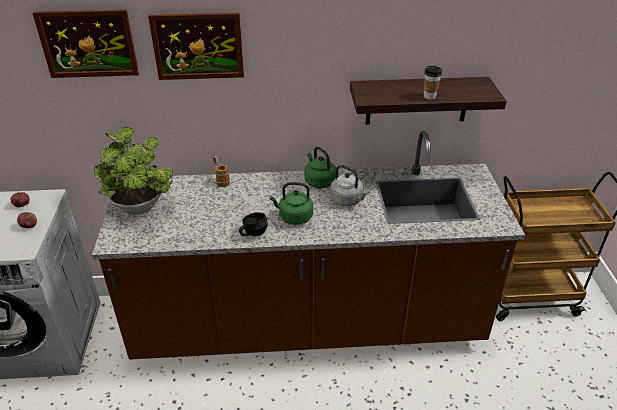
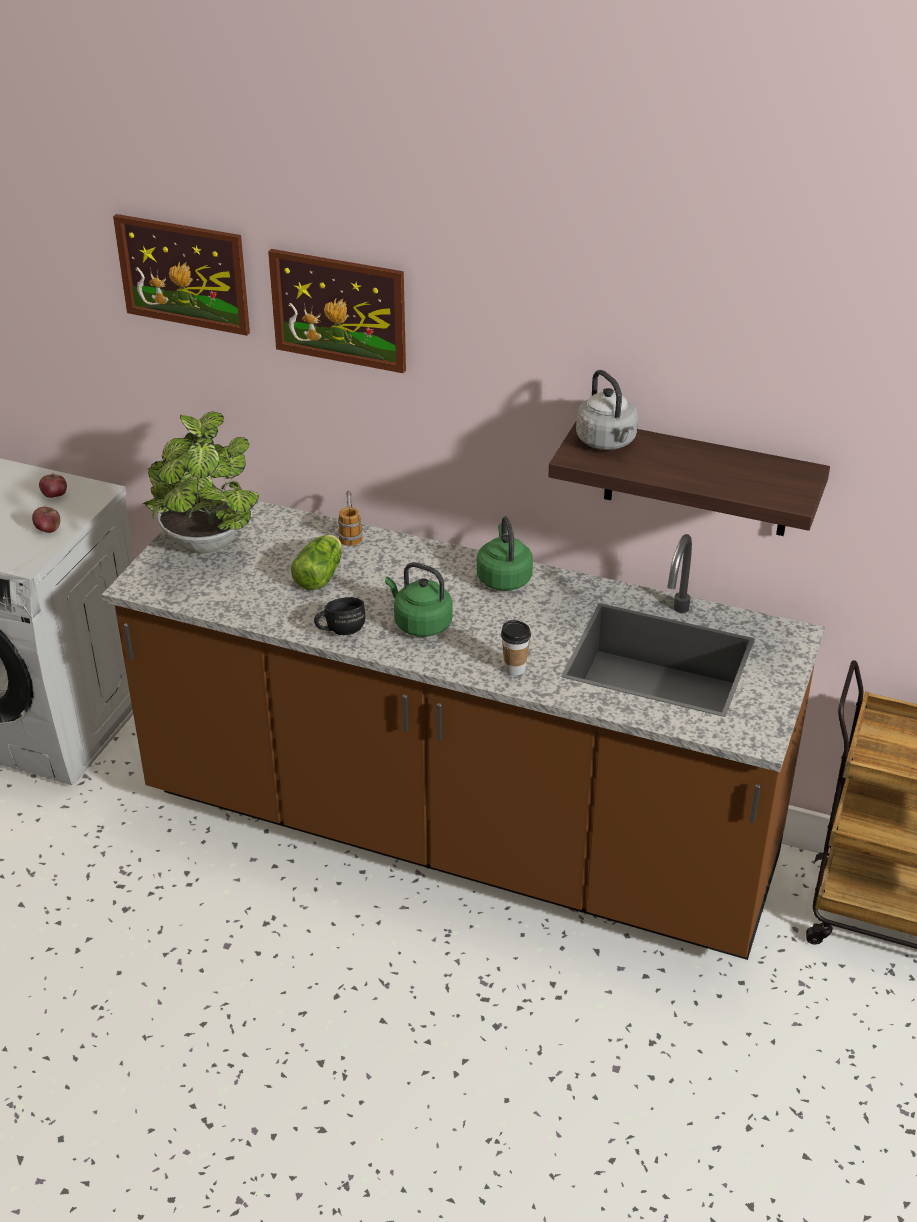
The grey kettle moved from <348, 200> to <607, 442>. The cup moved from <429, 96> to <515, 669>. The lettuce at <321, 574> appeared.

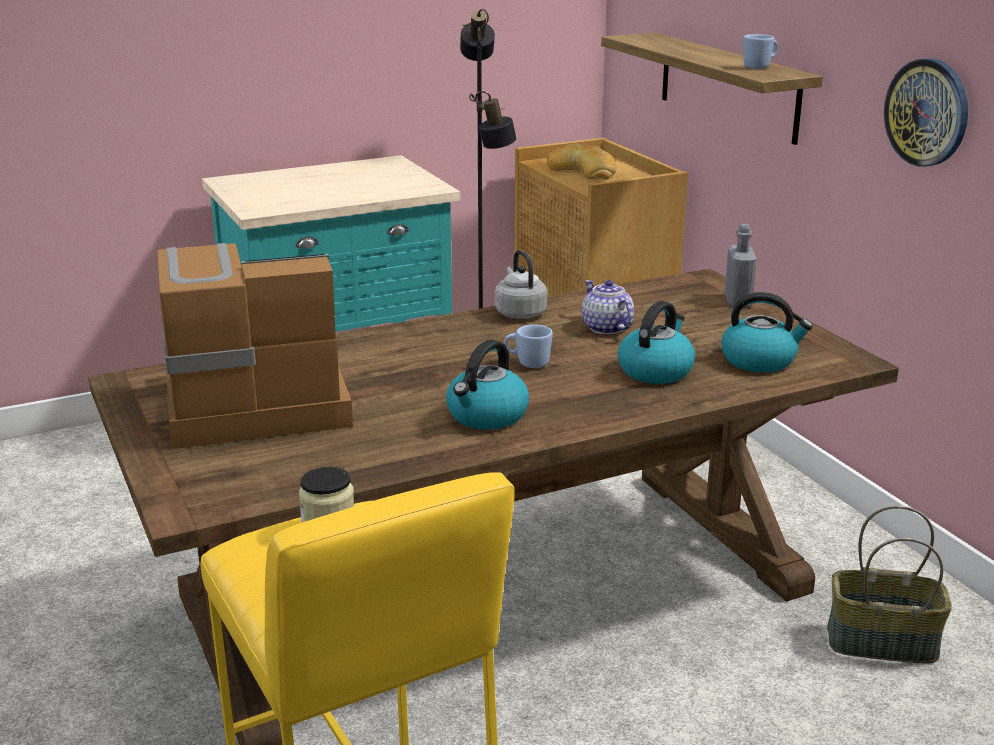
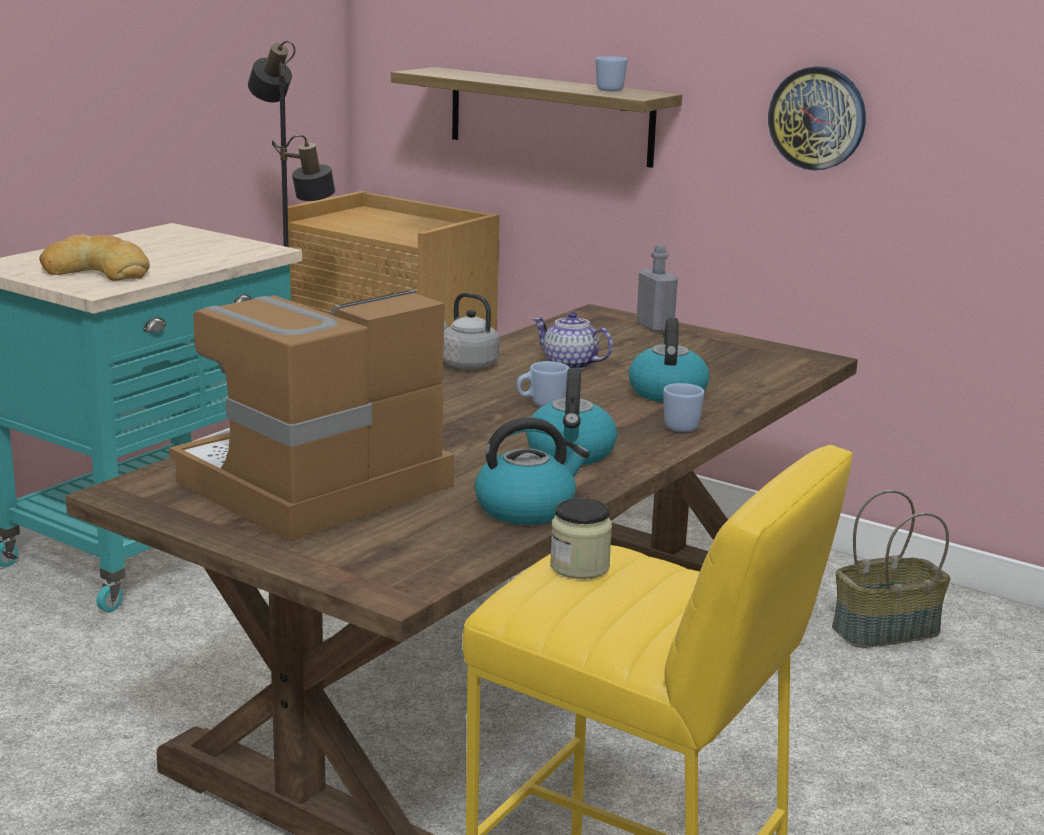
The bread moved from <583, 170> to <98, 271>. The kettle moved from <759, 360> to <526, 509>. The blue mug at <681, 425> appeared.

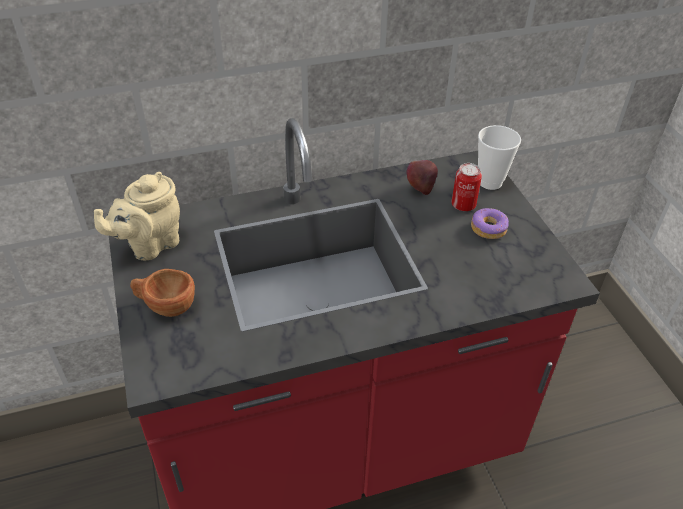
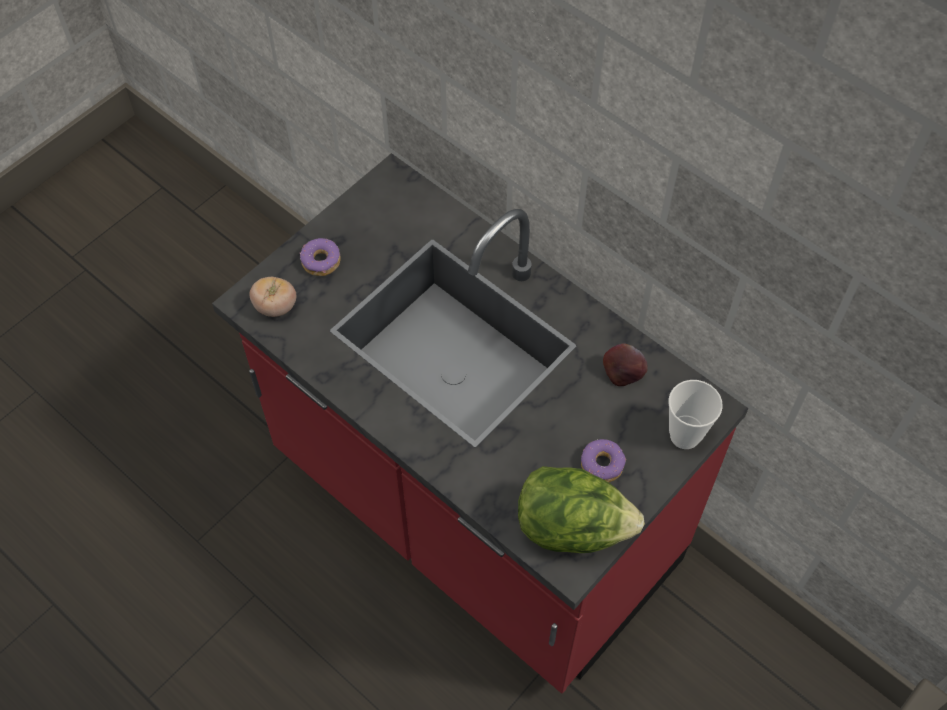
The beige teapot at <150, 245> disappeared. The brown cup at <165, 306> was replaced by the donut at <321, 262>. The can at <463, 205> disappeared. The tomato at <275, 307> appeared. The lettuce at <572, 527> appeared.

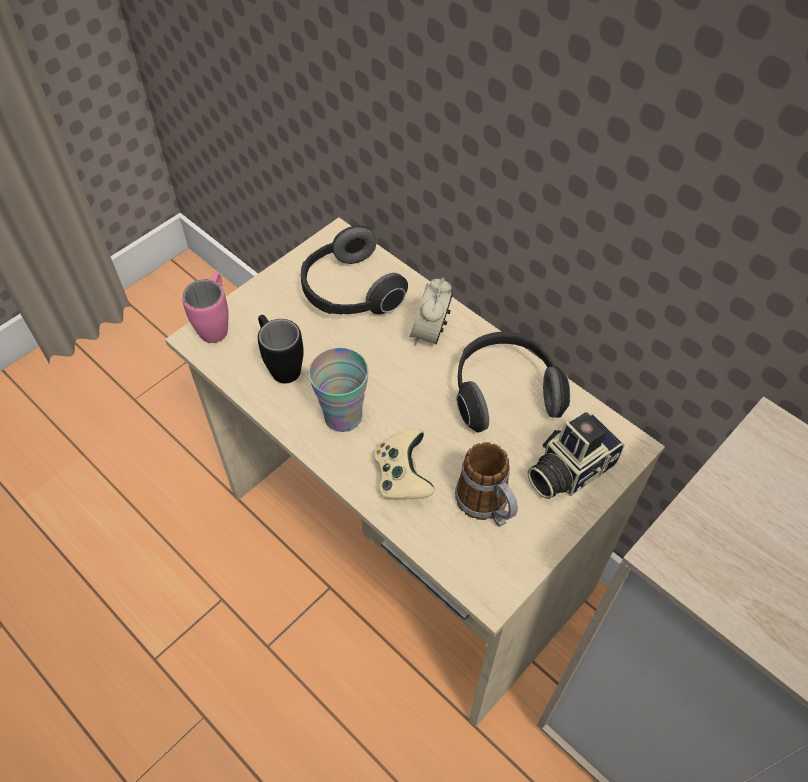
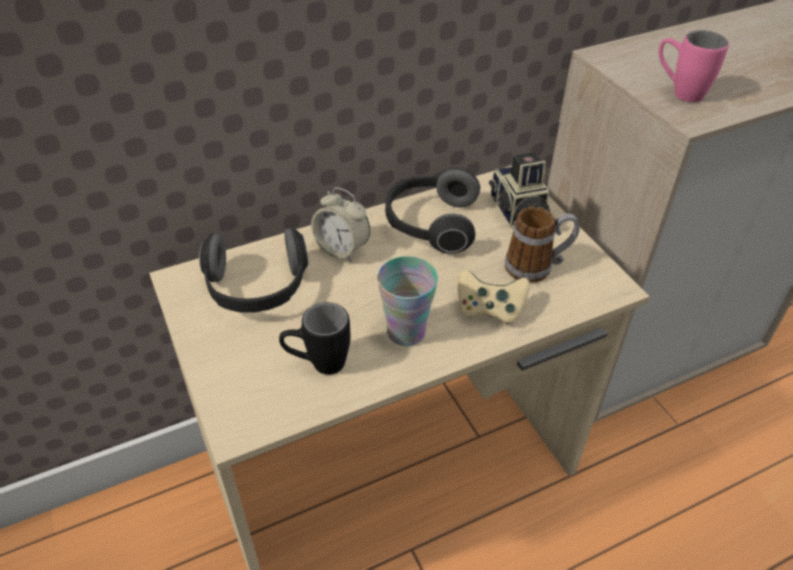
The pink mug moved from <216, 324> to <678, 92>.

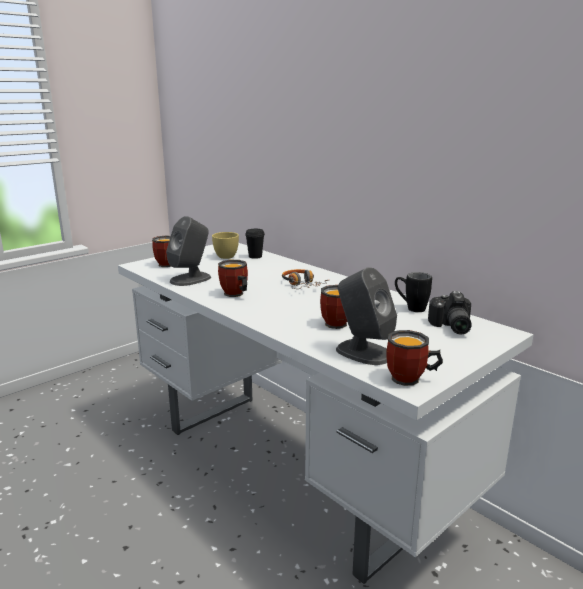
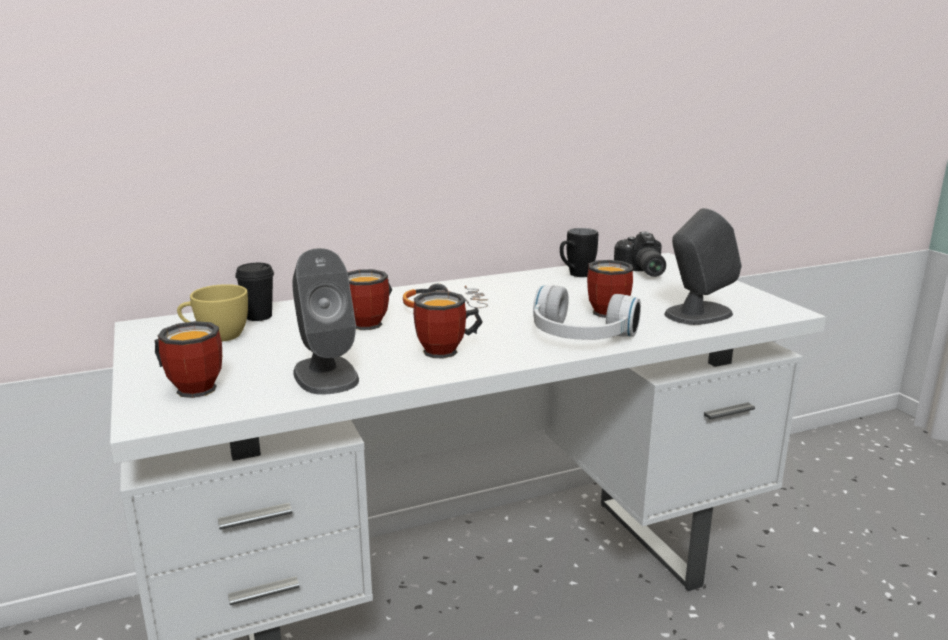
The mug moved from <411, 380> to <372, 323>. The photo camera at <450, 327> turned 60 degrees clockwise. The white headphones at <579, 337> appeared.

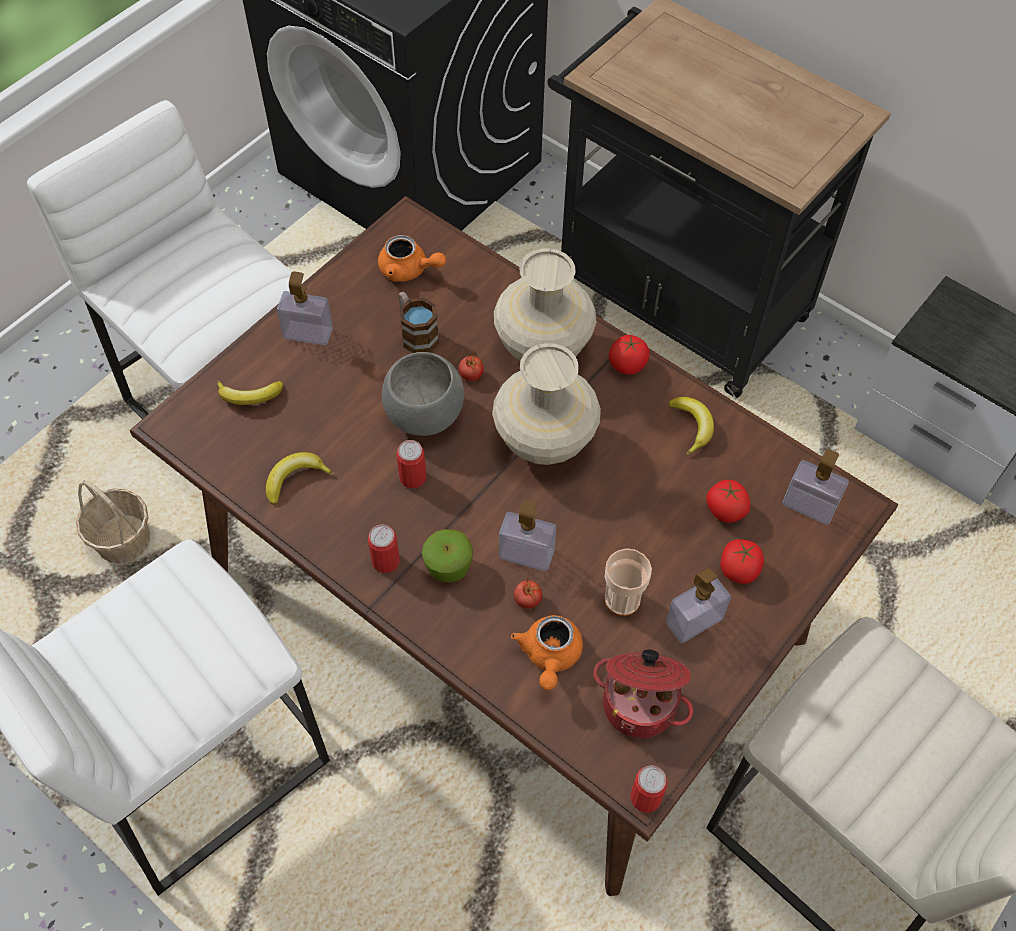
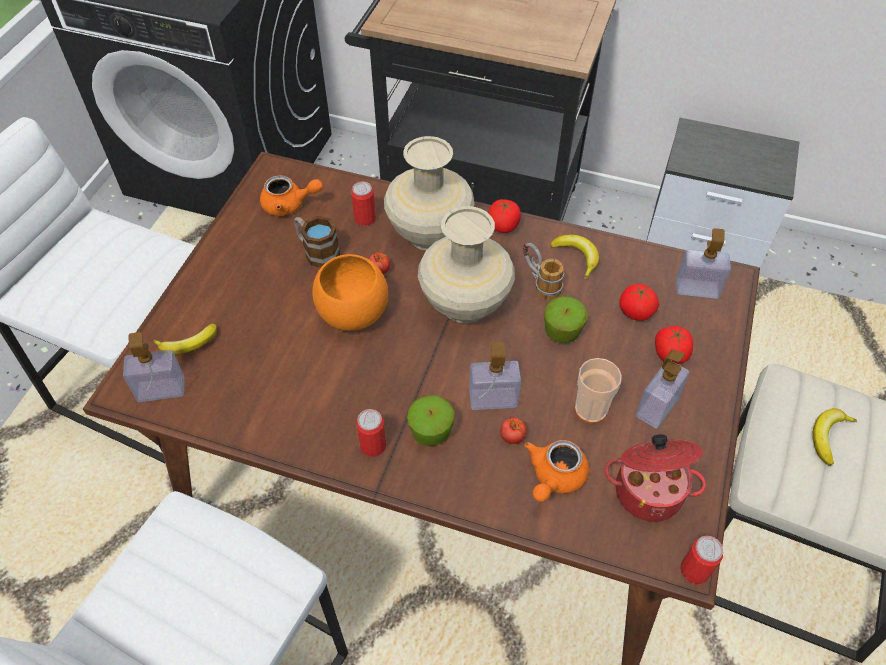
The basket at <123, 539> disappeared. The banana moved from <295, 479> to <827, 436>. The soap dispenser moved from <308, 333> to <161, 389>. The grey bowl at <423, 415> became the orange bowl at <352, 314>. The can moved from <413, 477> to <365, 218>. The orange teapot at <550, 656> turned 45 degrees clockwise. The mug at <539, 283> appeared. The apple at <562, 332> appeared.

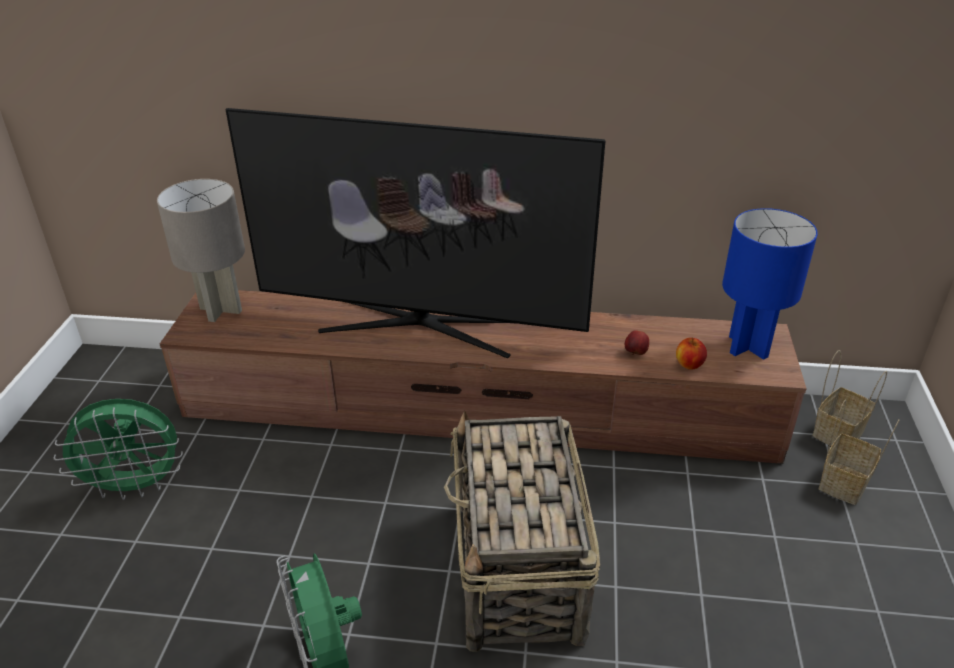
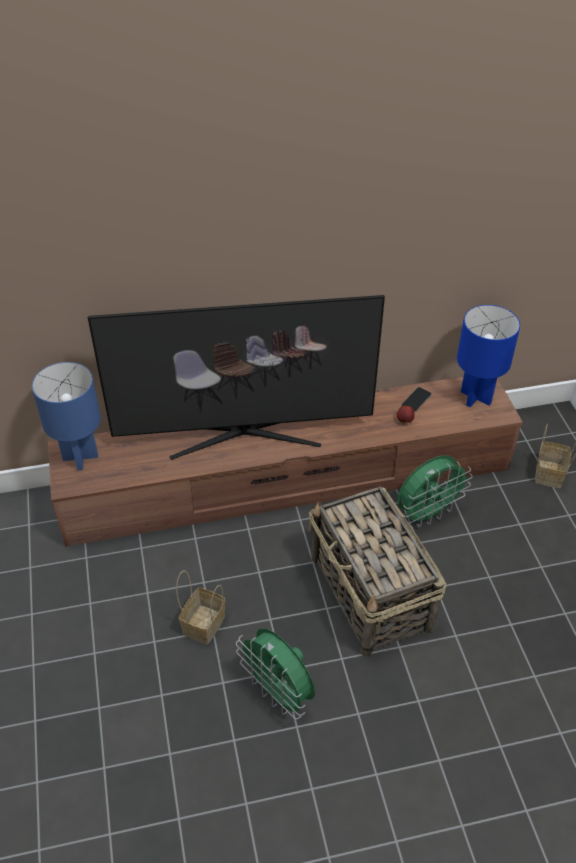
The green fan moved from <136, 486> to <427, 514>. The grey table lamp at <220, 309> became the blue table lamp at <80, 457>. The apple at <689, 365> disappeared. The basket moved from <838, 431> to <203, 623>. The phone at <416, 400> appeared.

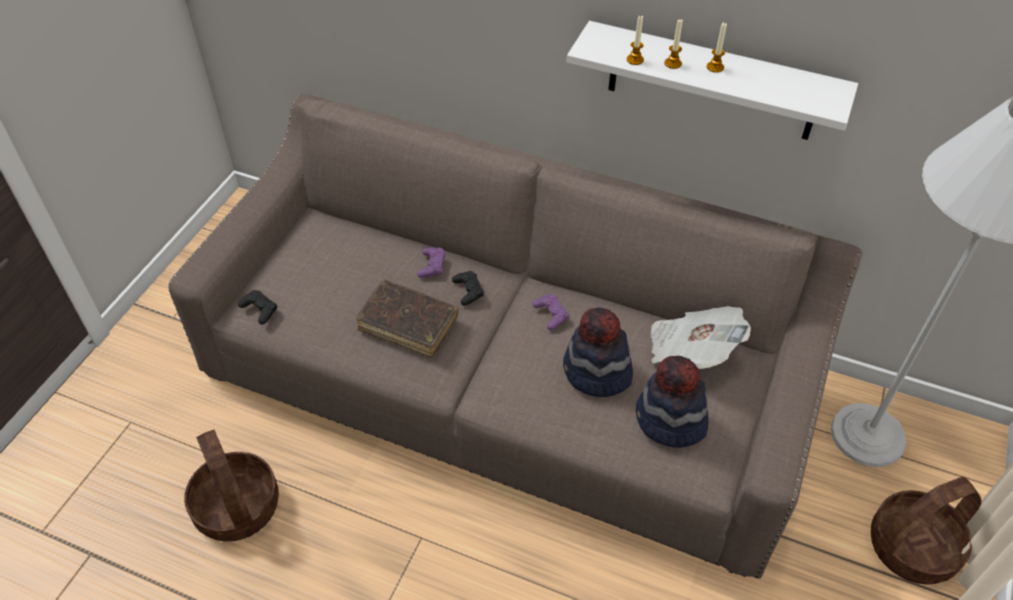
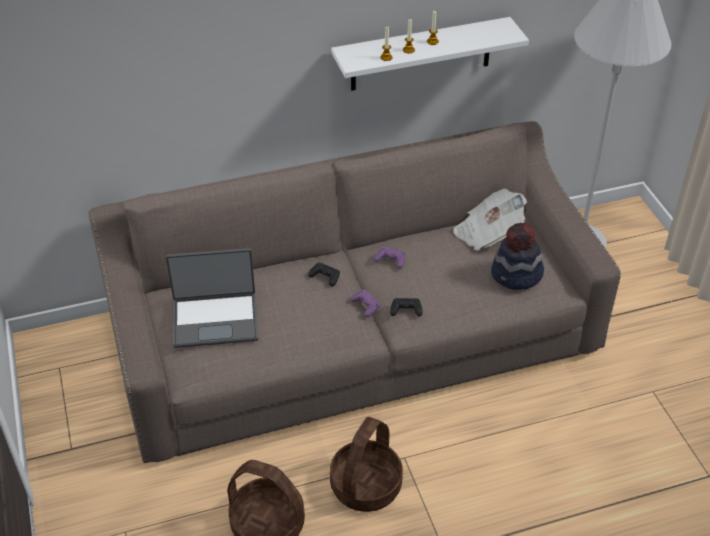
The black game controller moved from <259, 310> to <406, 310>. The brown book at <408, 324> disappeared. The purple game controller moved from <432, 266> to <365, 305>. The hat at <596, 373> disappeared. The basket moved from <912, 546> to <365, 485>. The laptop at <215, 320> appeared.

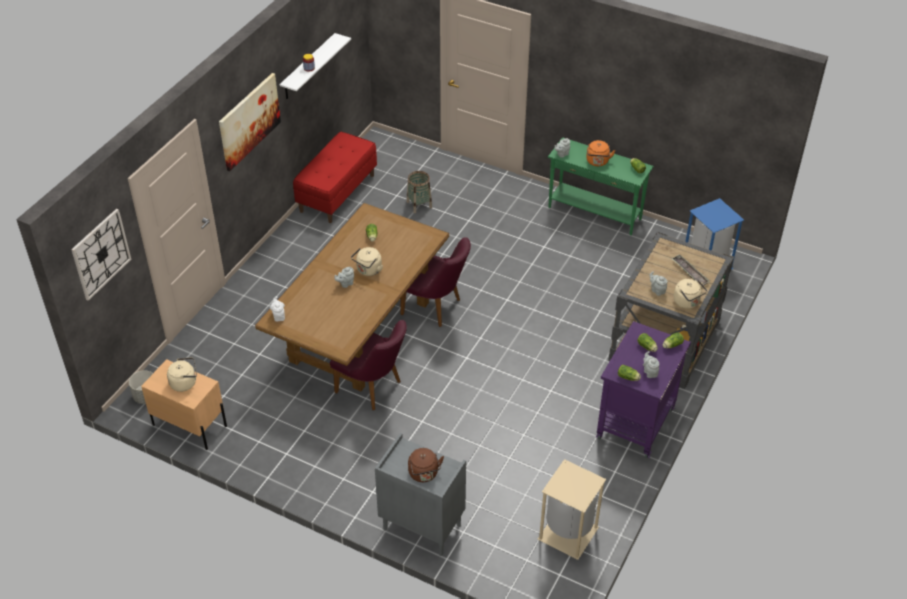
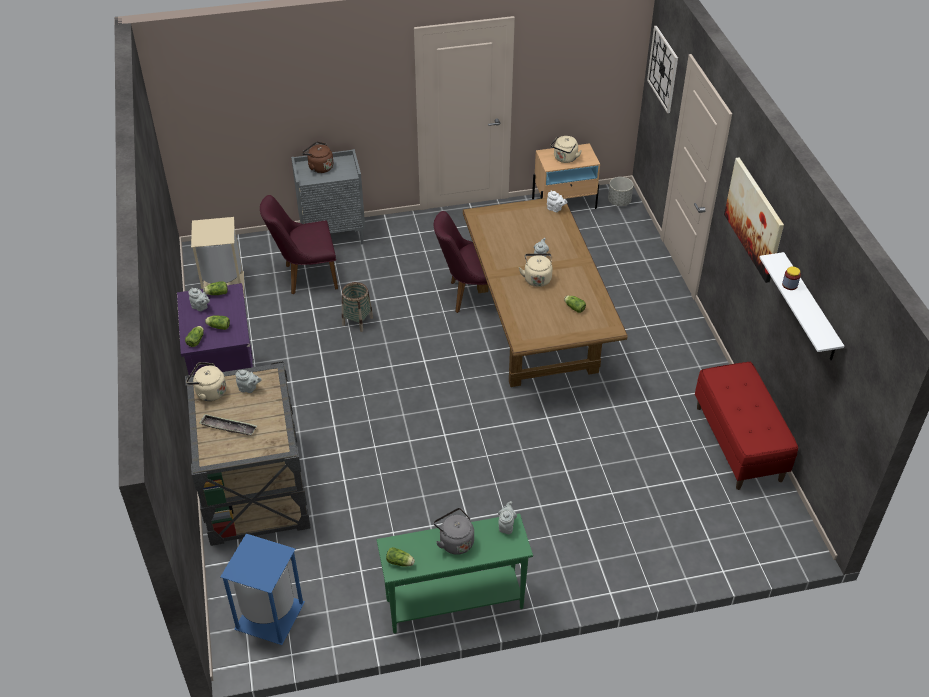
The purple chair moved from <436, 308> to <305, 276>. The basket moved from <419, 205> to <357, 321>. The orange kettle at <597, 162> became the grey kettle at <455, 541>.

